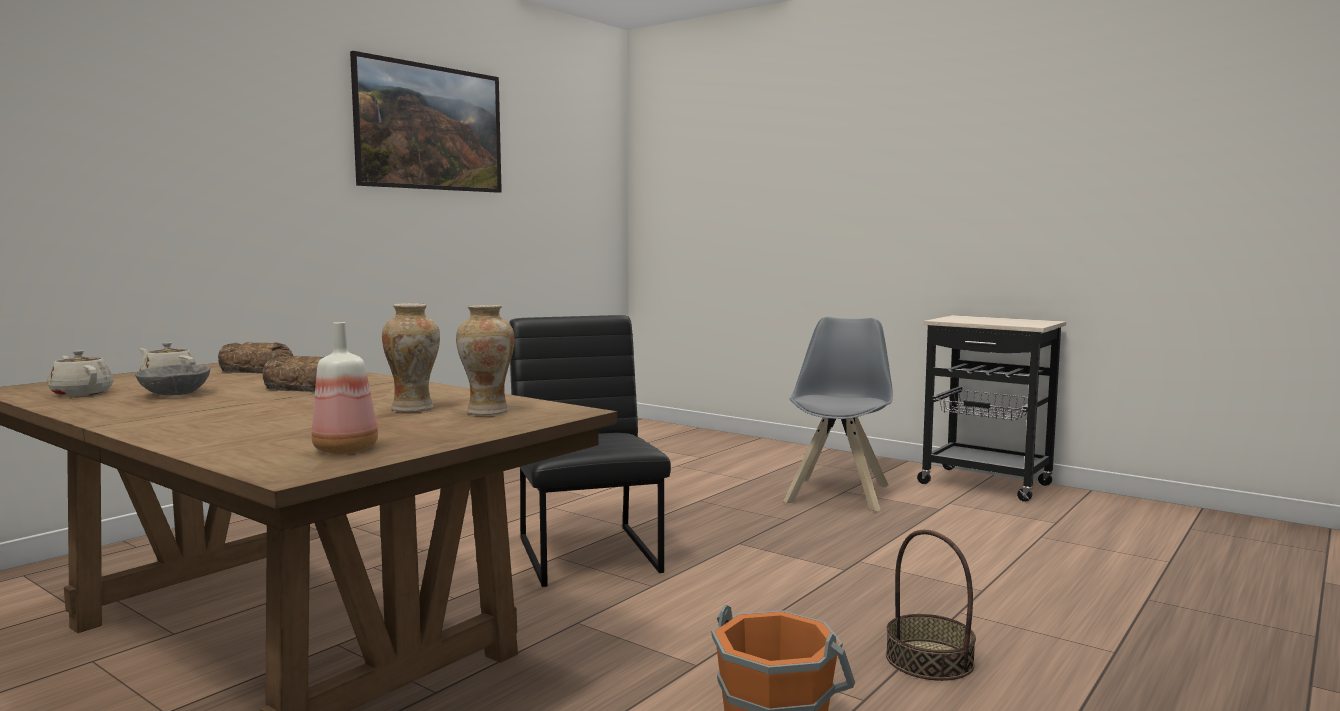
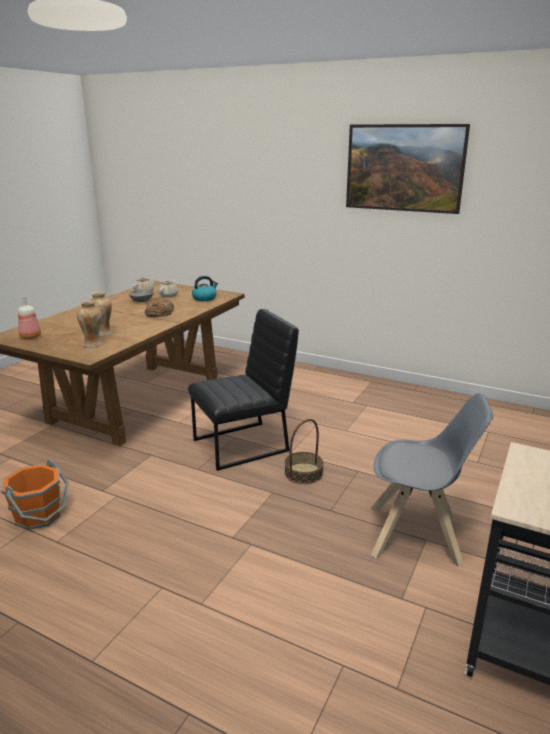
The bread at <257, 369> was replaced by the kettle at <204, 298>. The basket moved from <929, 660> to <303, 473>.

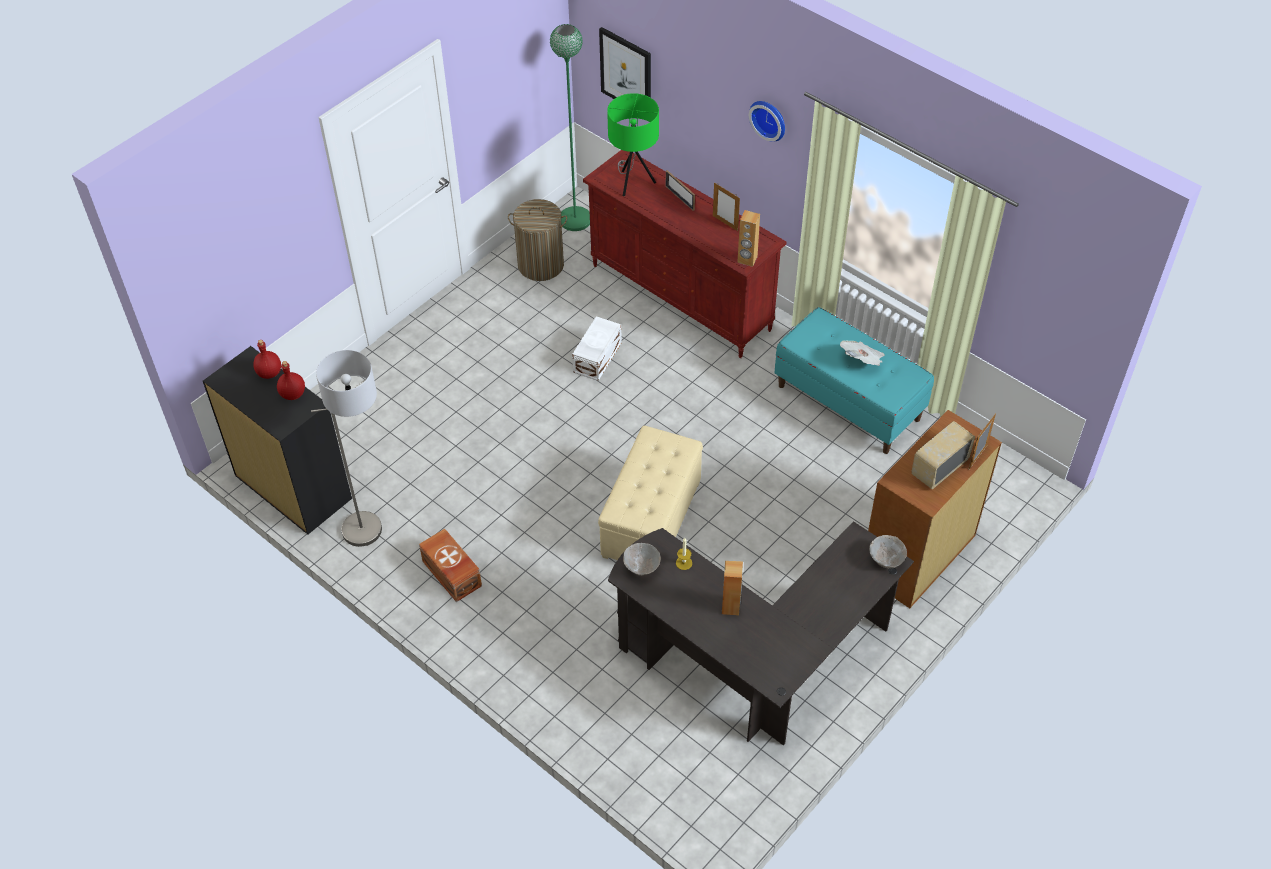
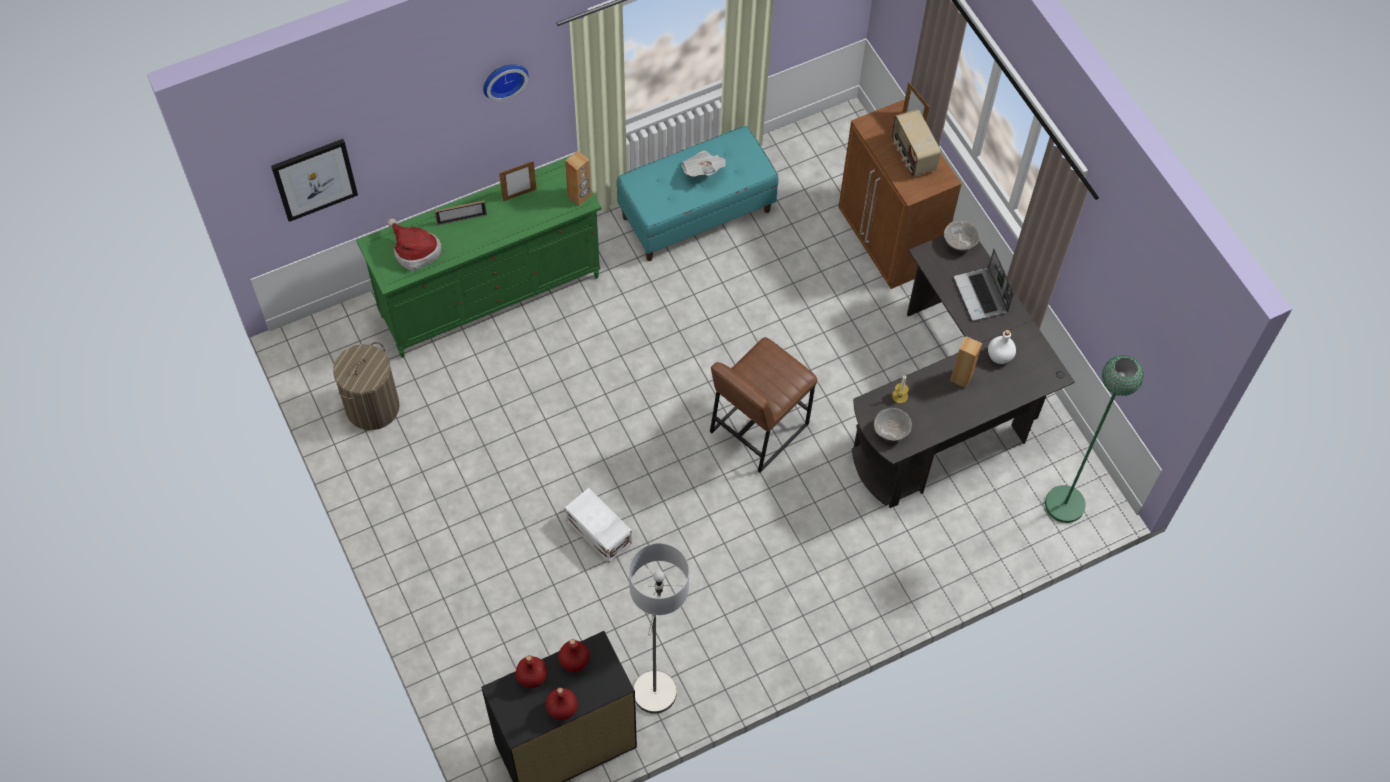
The brown storage box at <451, 574> disappeared. The green floor lamp moved from <575, 220> to <1065, 505>. The white storage box moved from <596, 358> to <599, 533>. The red dresser at <681, 297> became the green dresser at <490, 296>. The beige ottoman at <650, 519> was replaced by the brown chair at <758, 429>. The green table lamp at <633, 182> was replaced by the hat at <415, 251>. The red bottle at <562, 709> appeared. The laptop at <981, 295> appeared. The white bottle at <999, 355> appeared.

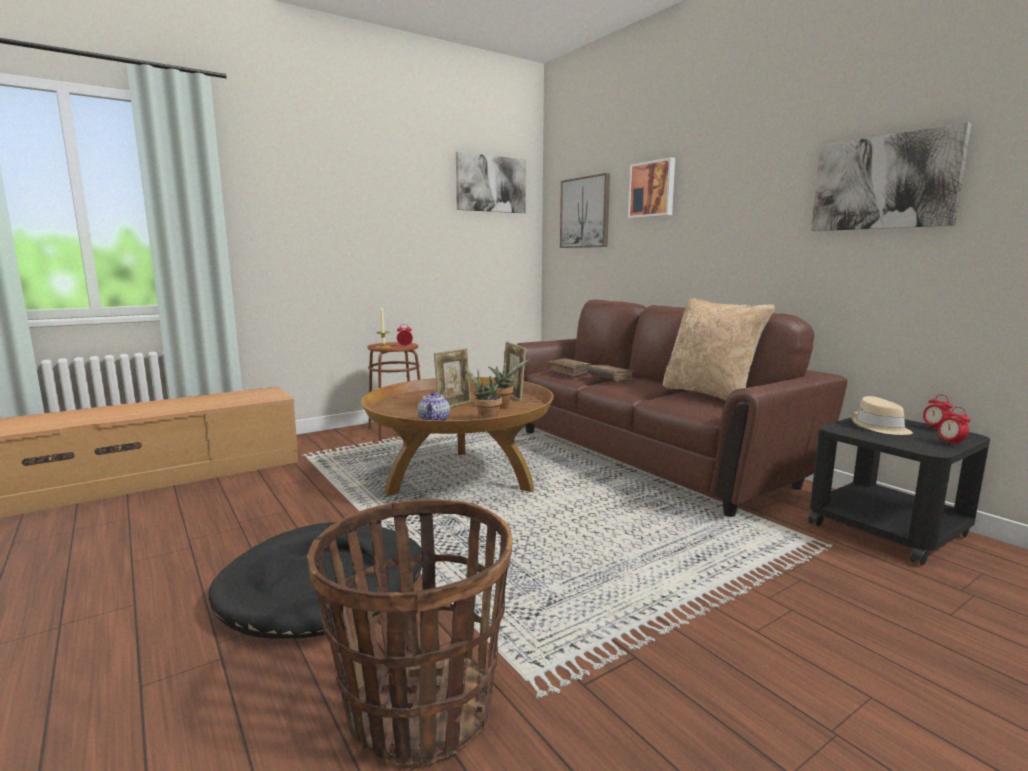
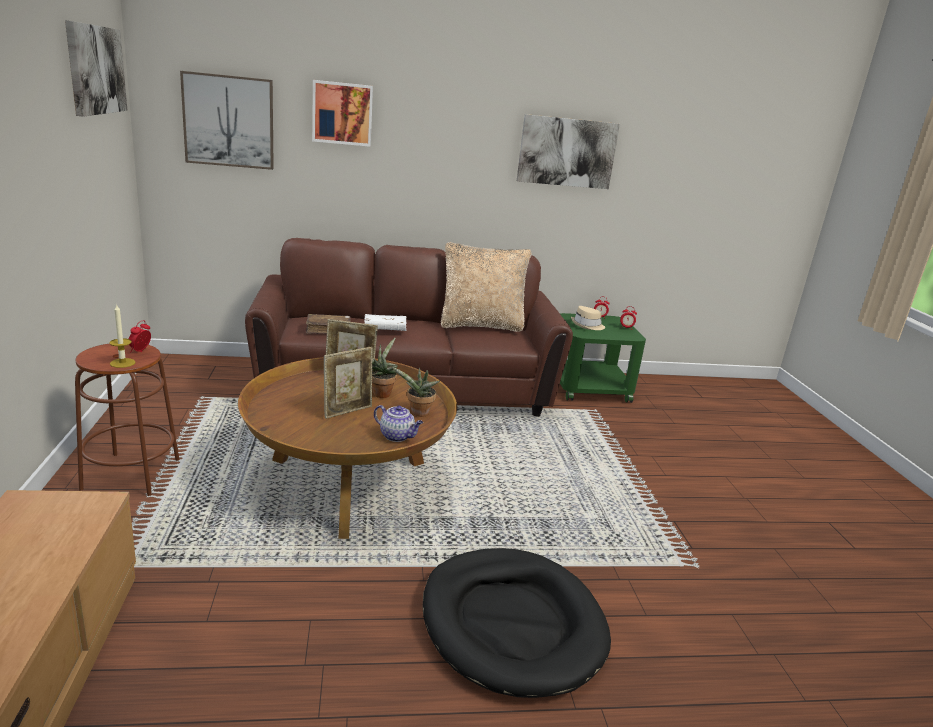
The basket at <419, 710> disappeared. The picture frame at <453, 405> turned 75 degrees clockwise. The brown book at <610, 379> became the white book at <385, 329>. The black side table at <887, 529> became the green side table at <589, 387>.

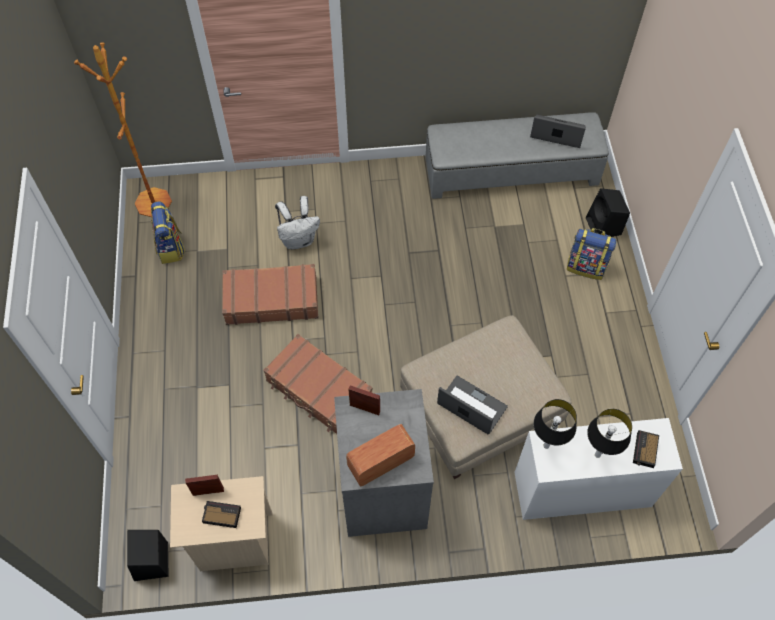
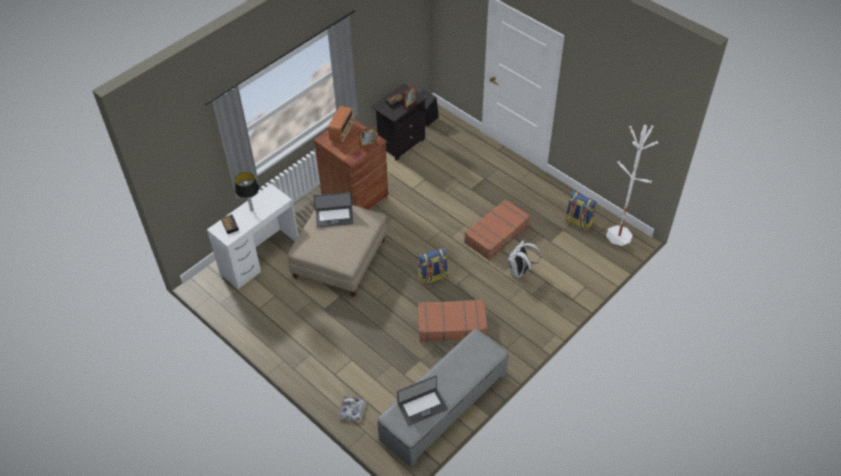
The orange clothes rack at <153, 202> became the white clothes rack at <619, 235>. The beige nightstand at <233, 542> became the black nightstand at <400, 142>. The brown suitcase moved from <318, 390> to <451, 325>. The grey dresser at <382, 491> became the brown dresser at <355, 197>. The table lamp at <546, 445> disappeared. The backpack moved from <586, 266> to <433, 277>. The black speaker at <604, 227> was replaced by the tray at <352, 410>.

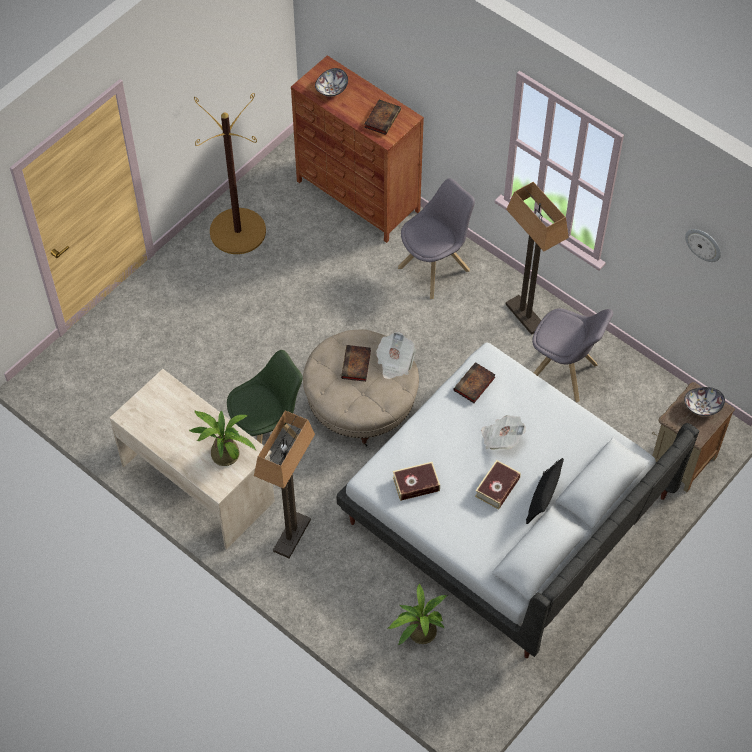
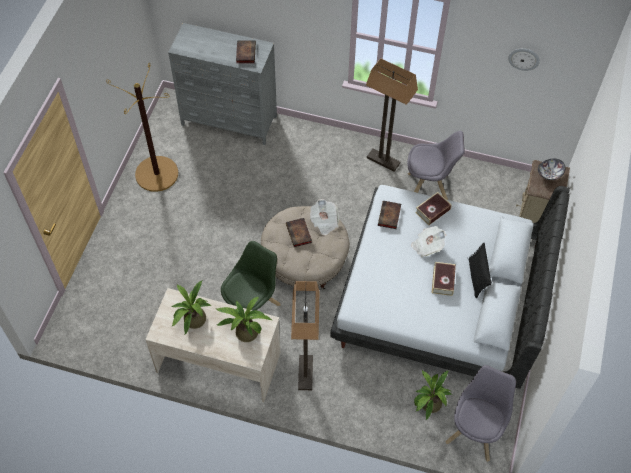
The brown dresser at <358, 196> became the grey dresser at <229, 120>. The bowl at <331, 89> disappeared. The book moved from <416, 484> to <432, 211>. The grey chair moved from <434, 269> to <475, 431>. The potted plant at <192, 321> appeared.

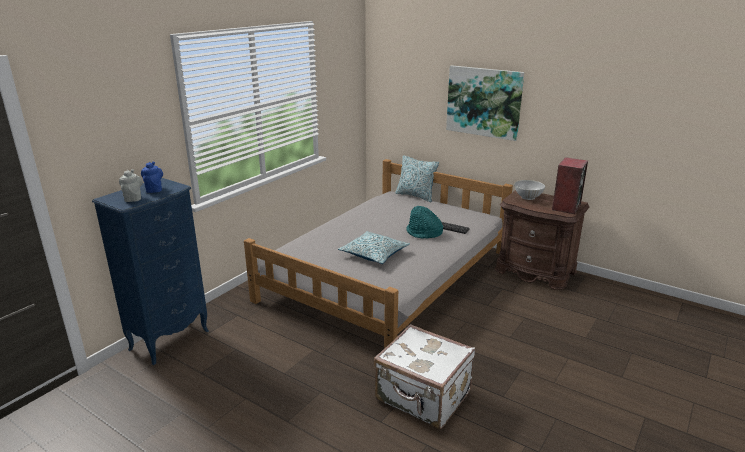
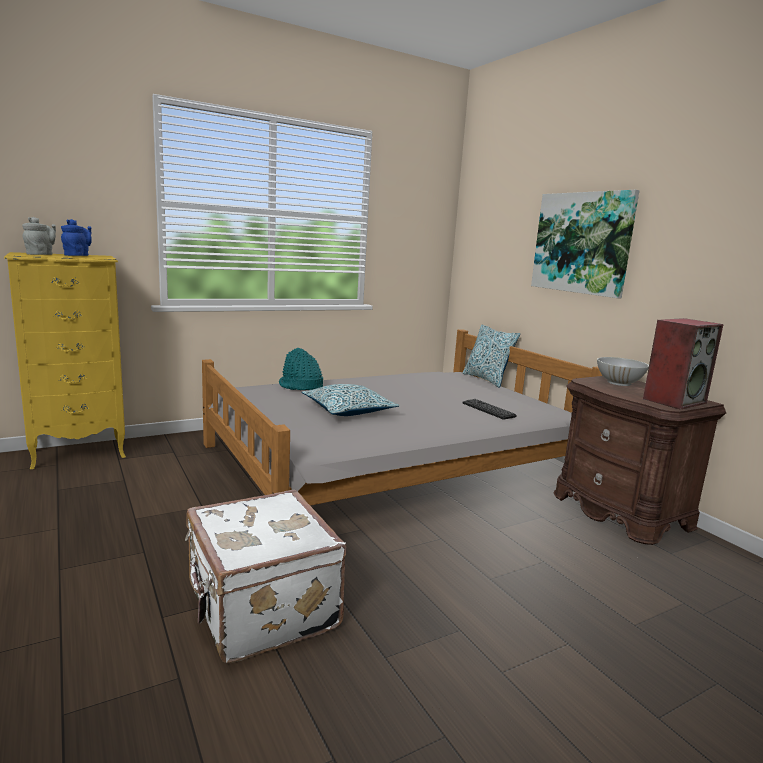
The blue dresser at <171, 341> became the yellow dresser at <78, 455>. The turquoise hat moved from <424, 233> to <300, 386>.

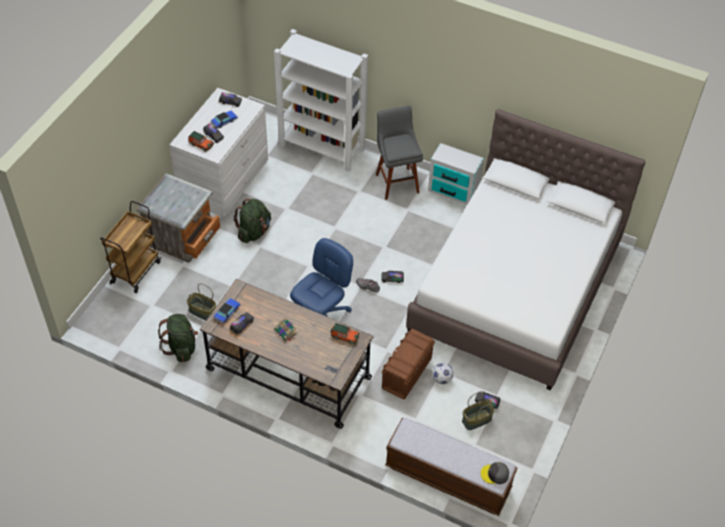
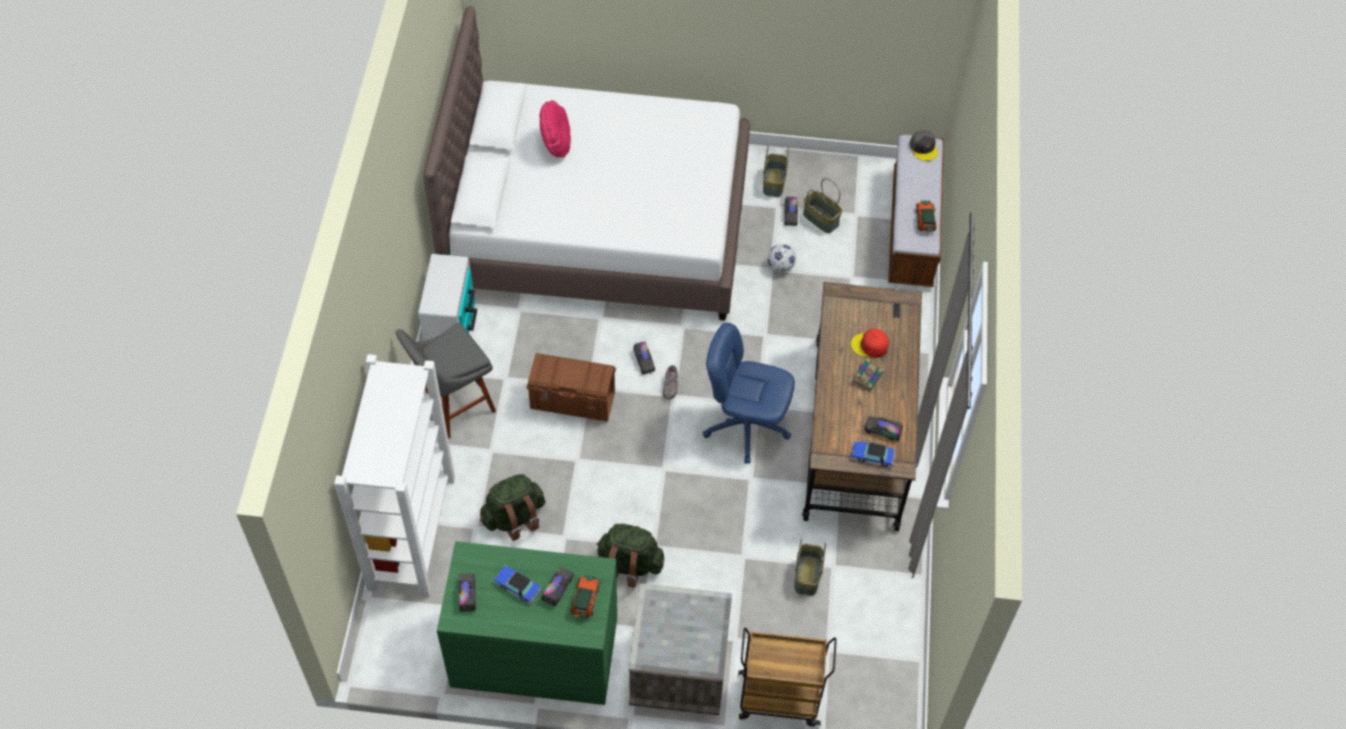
The green backpack moved from <181, 347> to <514, 517>. The white dresser at <224, 178> became the green dresser at <534, 652>. The toy car moved from <344, 336> to <925, 221>. The brown storage box moved from <406, 374> to <573, 401>. The pink pillow at <556, 145> appeared. The basket at <774, 183> appeared. The red cap at <870, 345> appeared.

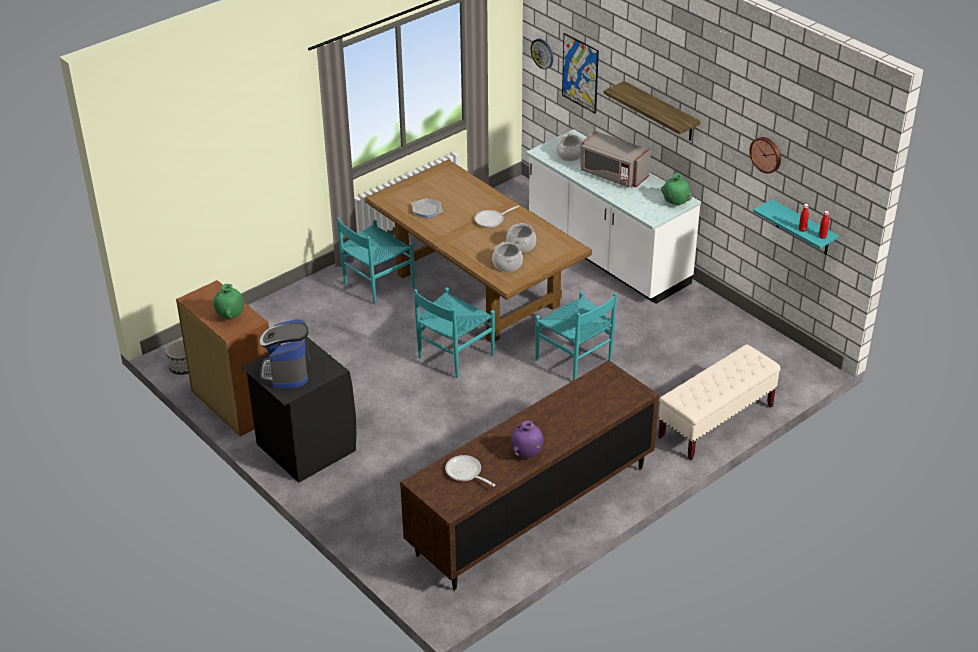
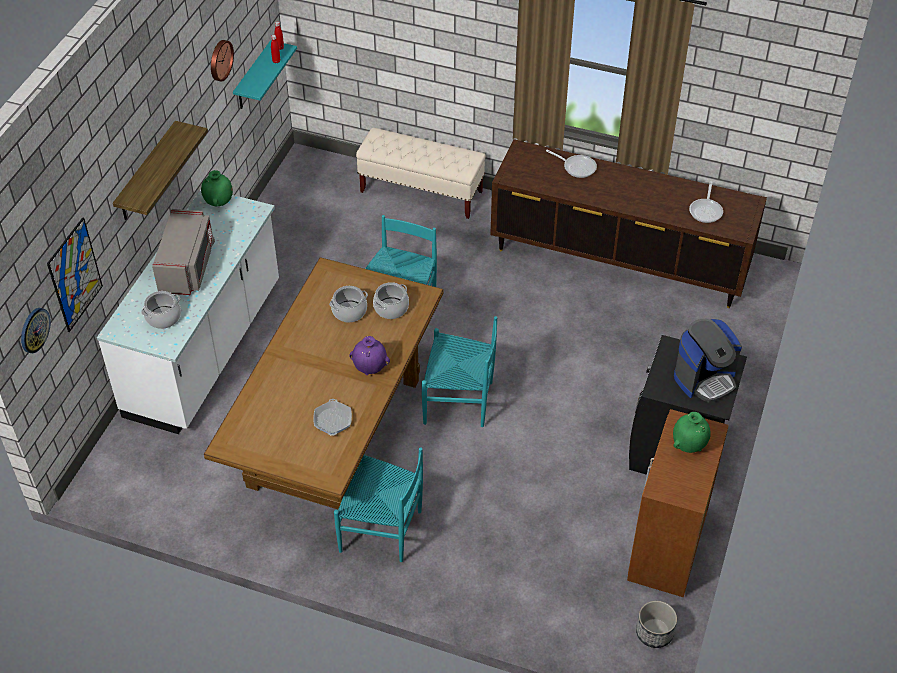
The frying pan moved from <492, 220> to <577, 167>. The purple vase moved from <526, 454> to <370, 368>.

